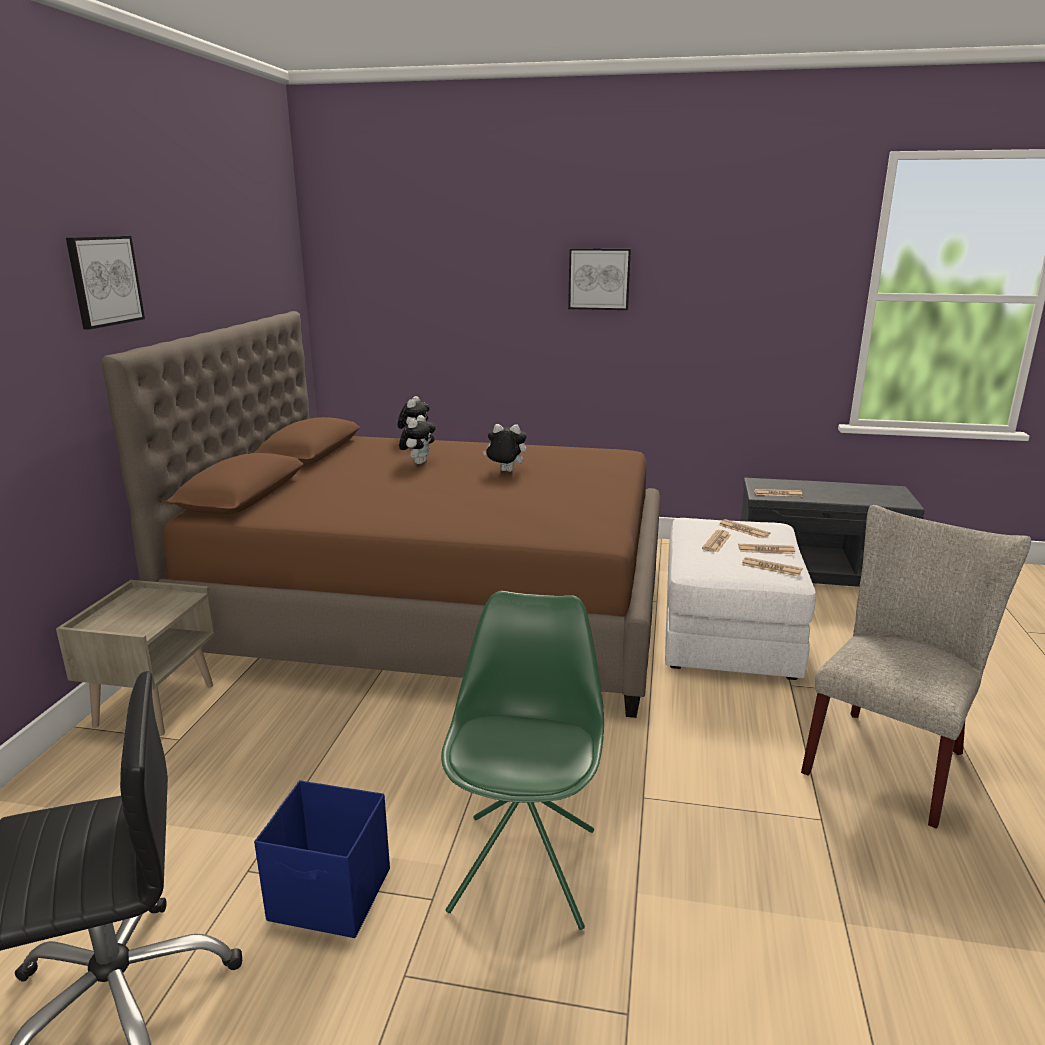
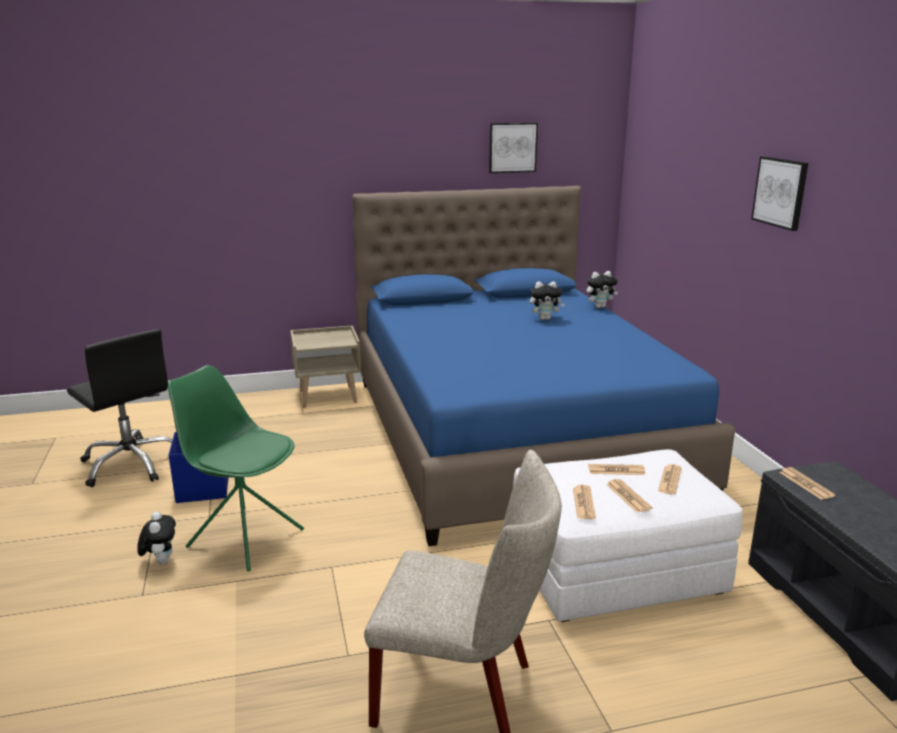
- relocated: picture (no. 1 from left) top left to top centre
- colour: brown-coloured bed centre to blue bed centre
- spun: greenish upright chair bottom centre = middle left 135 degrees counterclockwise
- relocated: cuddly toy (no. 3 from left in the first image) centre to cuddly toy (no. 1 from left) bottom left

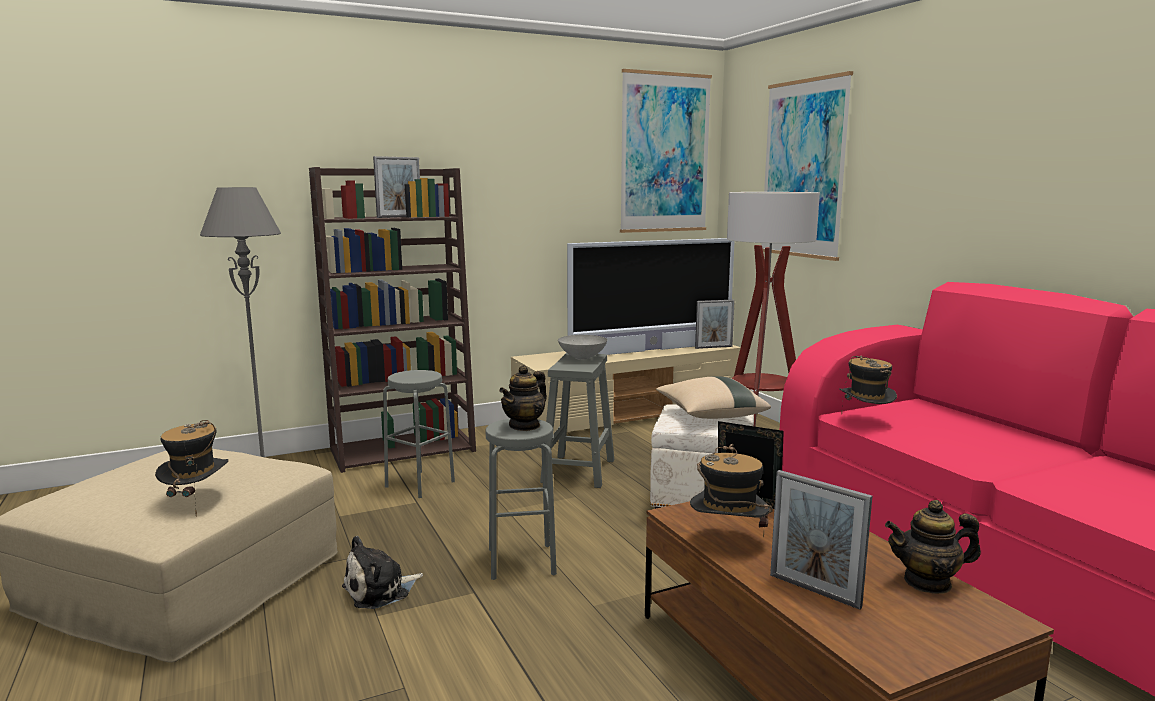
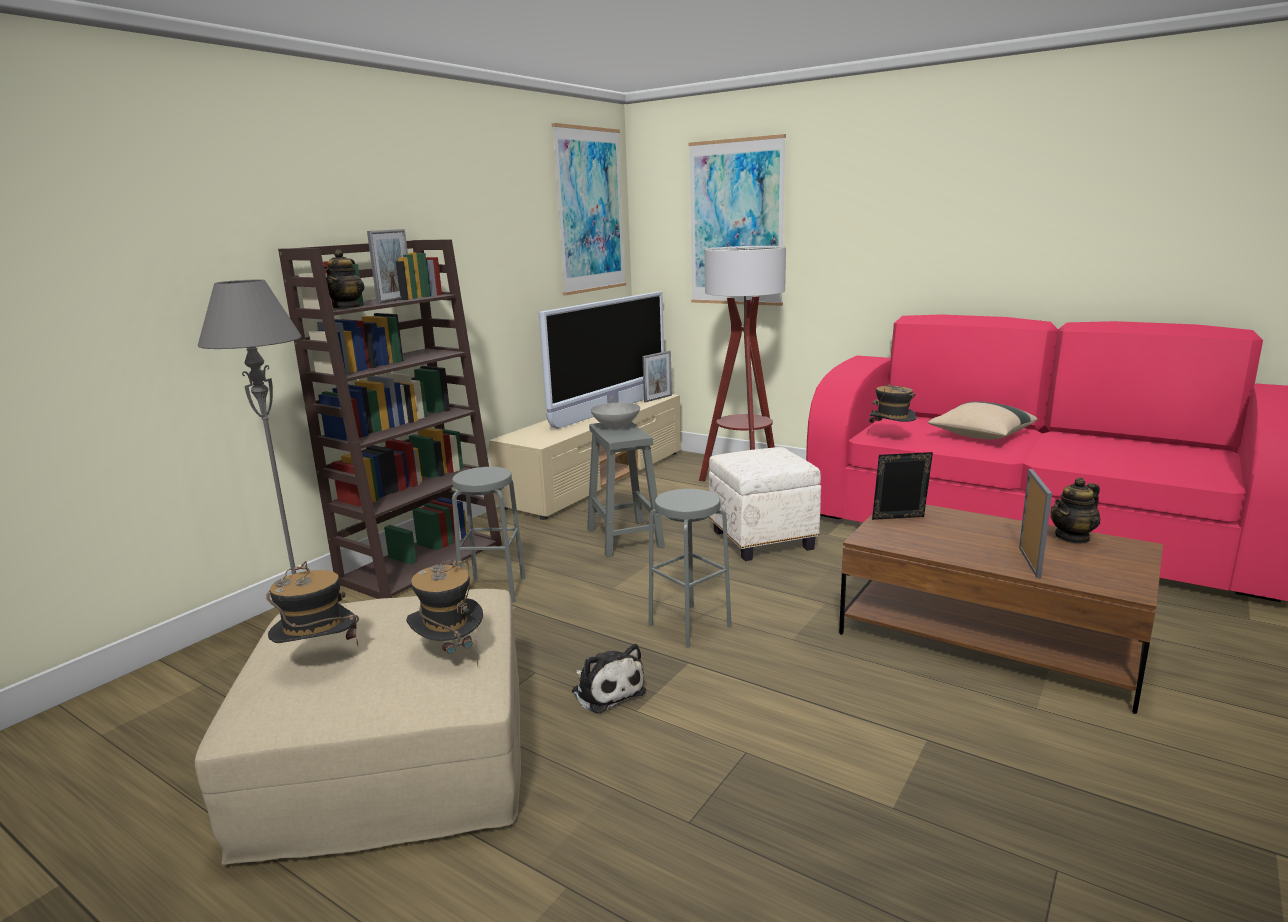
- spun: cuddly toy bottom left = bottom centre 60 degrees counterclockwise
- relocated: teapot (no. 1 from left) centre to top left
- relocated: beige-coloured throw pillow centre to middle right
- relocated: clothing hat (no. 2 from left in the first image) bottom centre to clothing hat (no. 1 from left) middle left
- spun: picture frame (no. 4 from left) bottom right = middle right 90 degrees counterclockwise

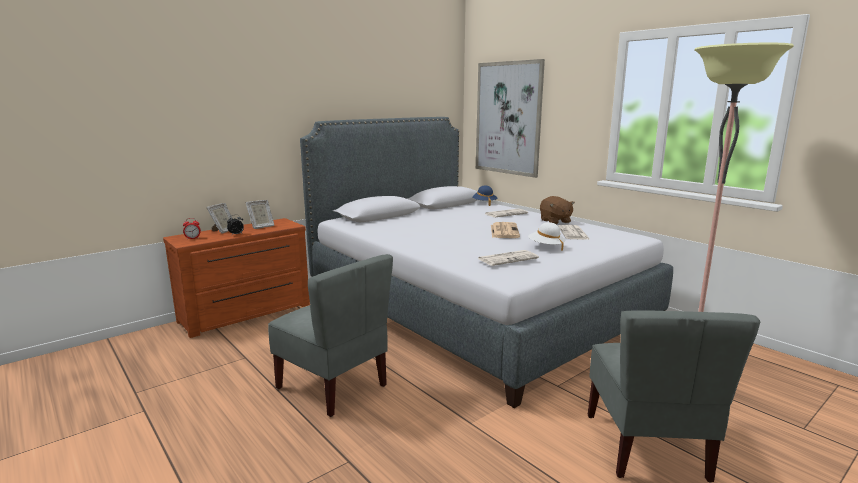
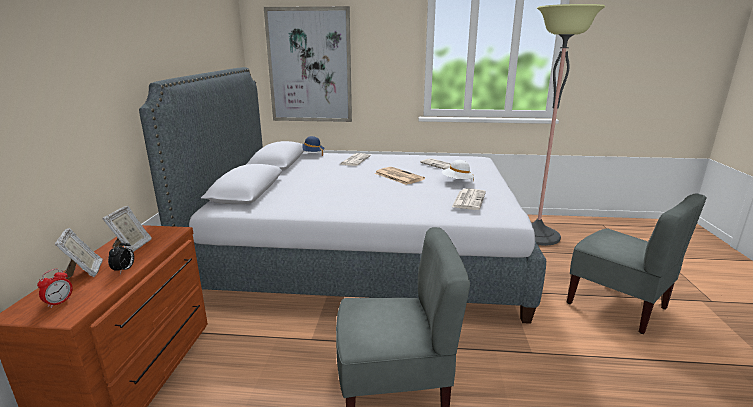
- missing: brown-coloured cuddly toy centre

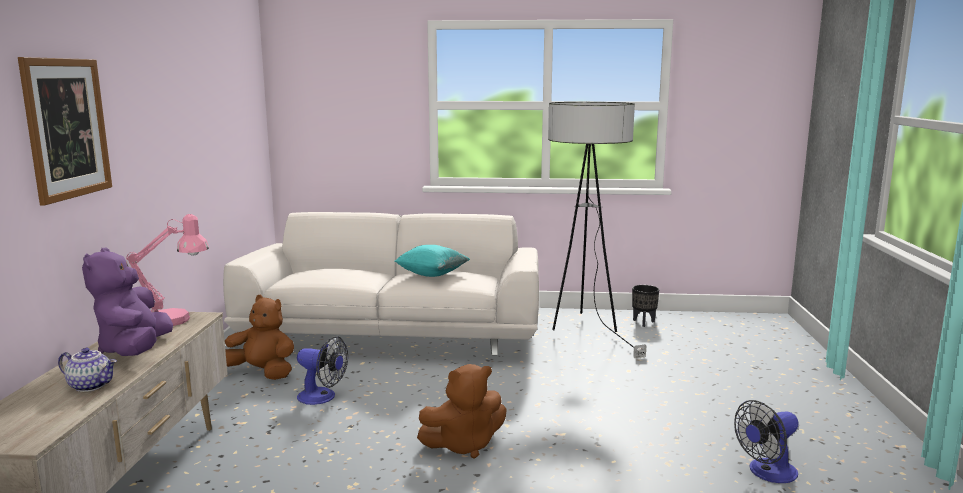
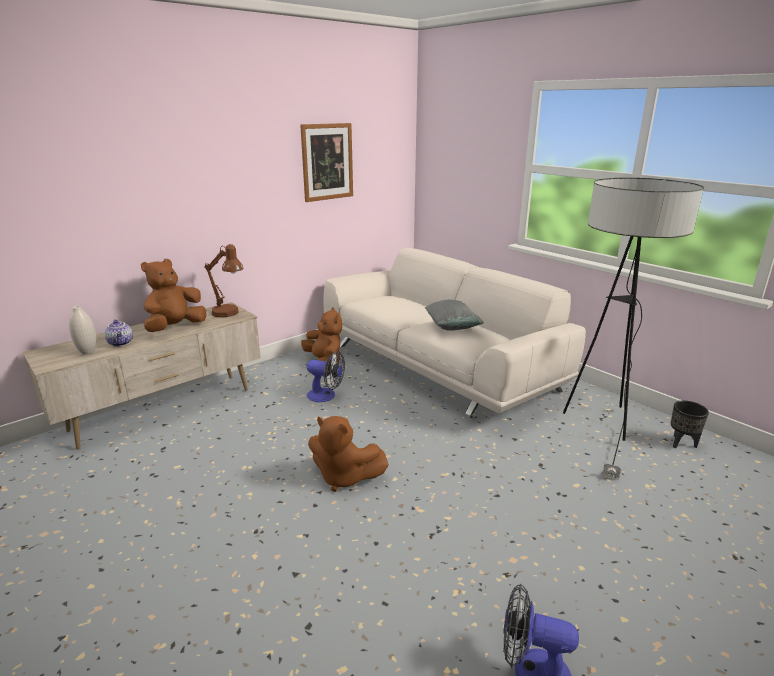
- relocated: picture top left to top centre
- colour: purple cuddly toy middle left to brown-coloured cuddly toy (no. 1 from left) middle left
- colour: pink lamp for a table middle left to brown-coloured lamp for a table middle left
- spun: electric fan (no. 1 from left) bottom centre = centre 45 degrees counterclockwise
- colour: turquoise throw pillow centre to gray throw pillow centre
- appeared: whitish decorative vase middle left

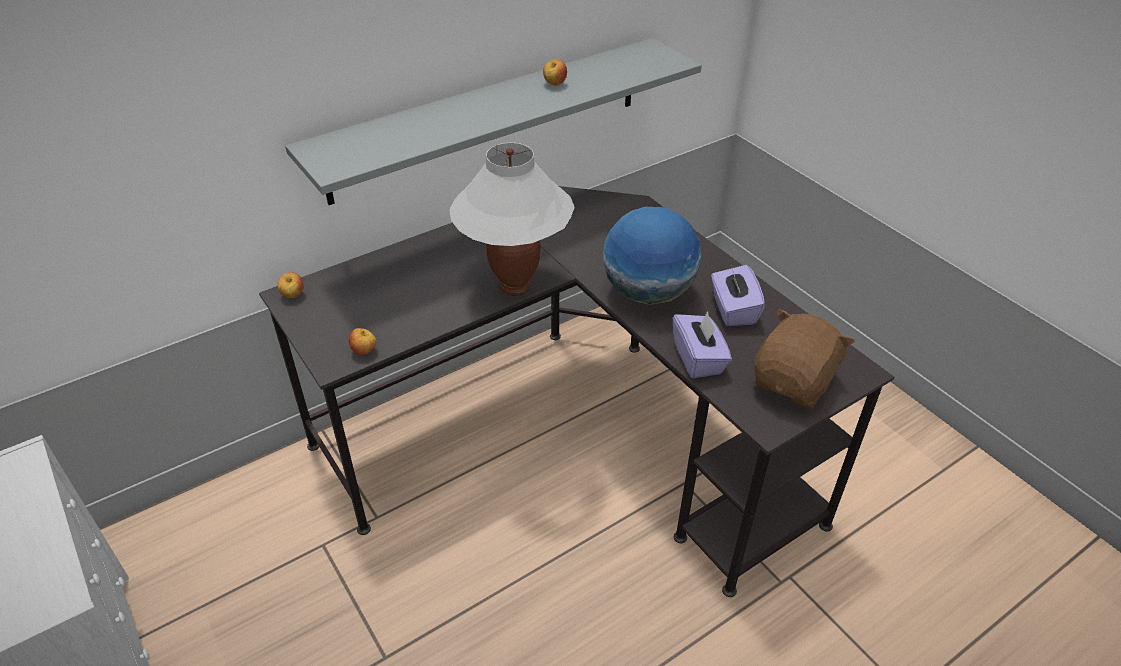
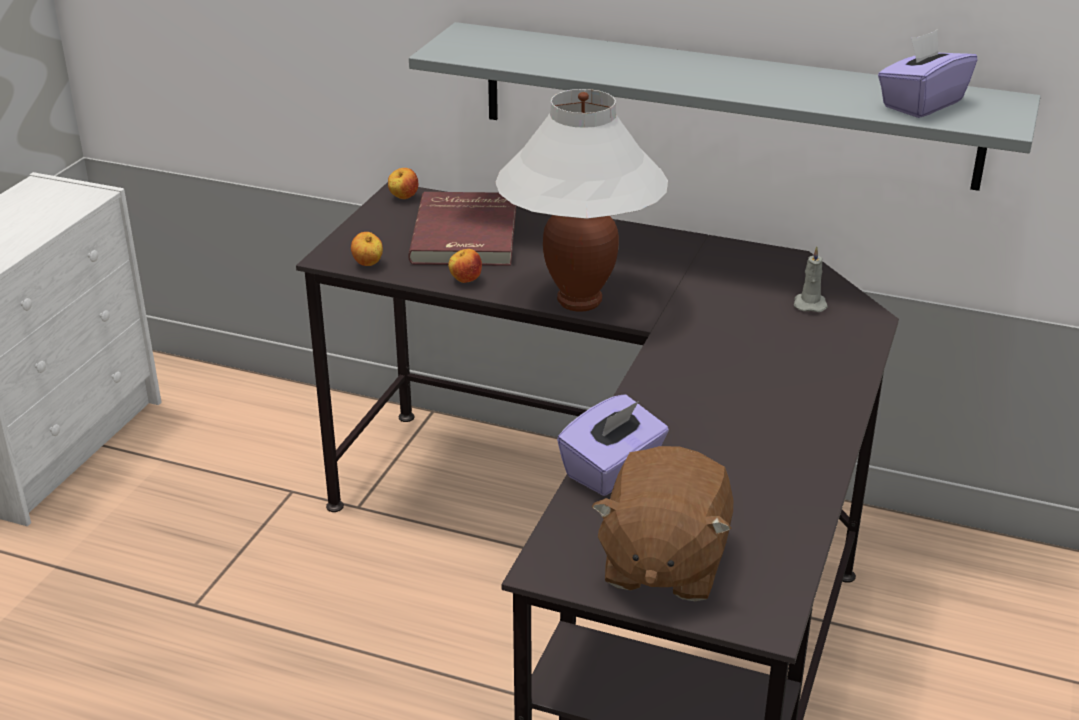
- relocated: apple (no. 3 from left) top centre to centre
- missing: world globe centre
- relocated: purple box of tissues (no. 2 from left) centre to top right
- spun: brown-coloured cuddly toy middle right = bottom centre 105 degrees clockwise
- appeared: reddish book top centre
- appeared: gray candle middle right

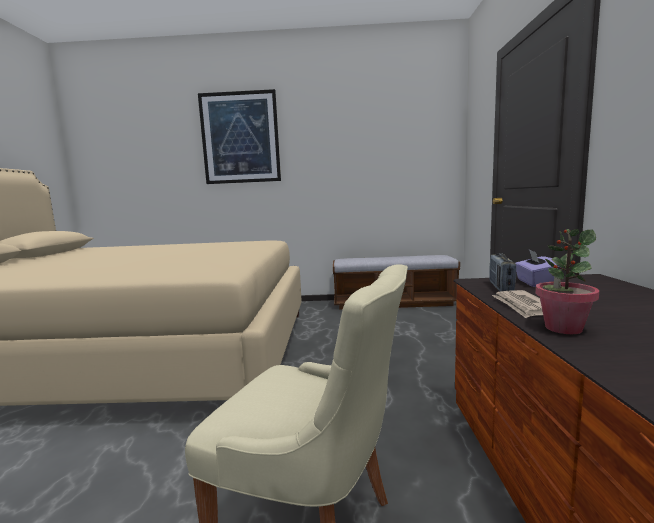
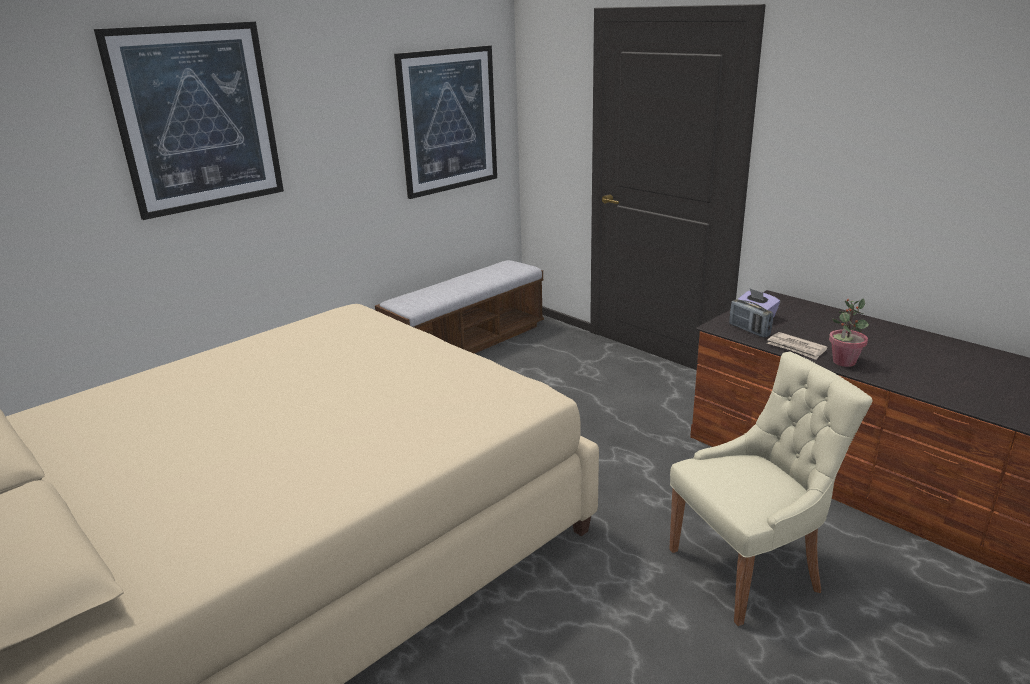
- appeared: picture (no. 2 from left) top centre

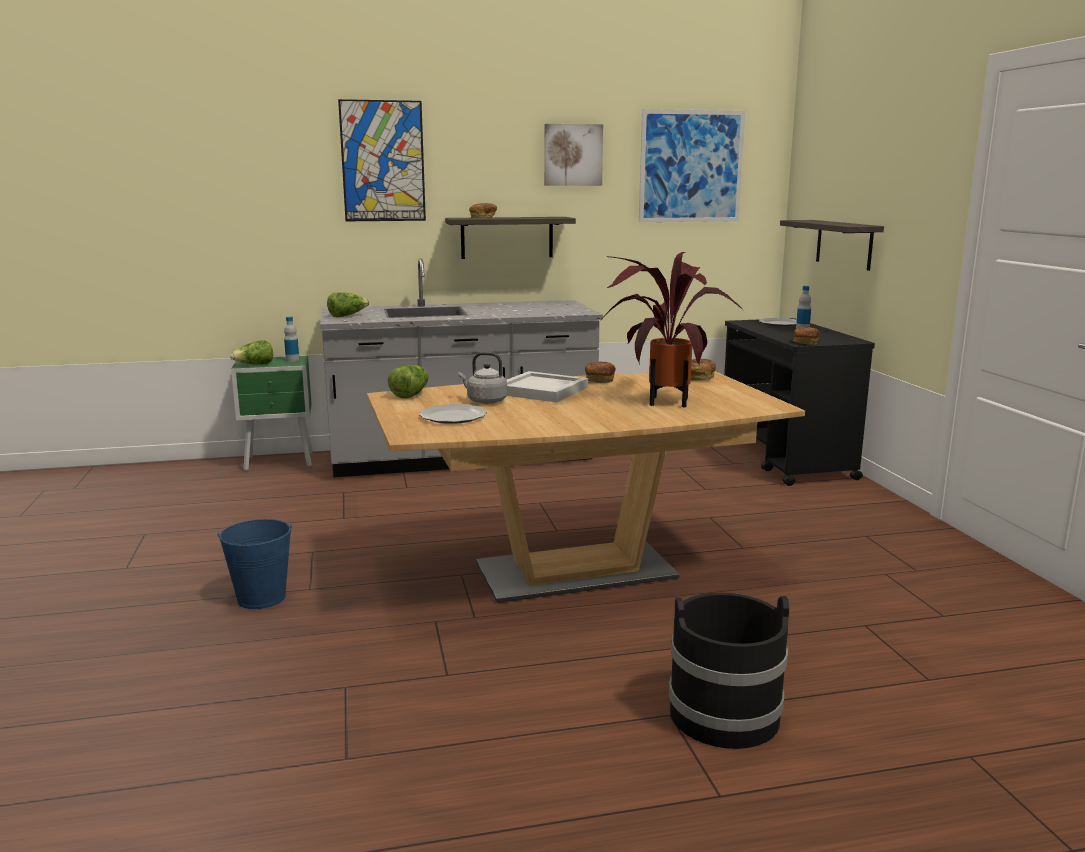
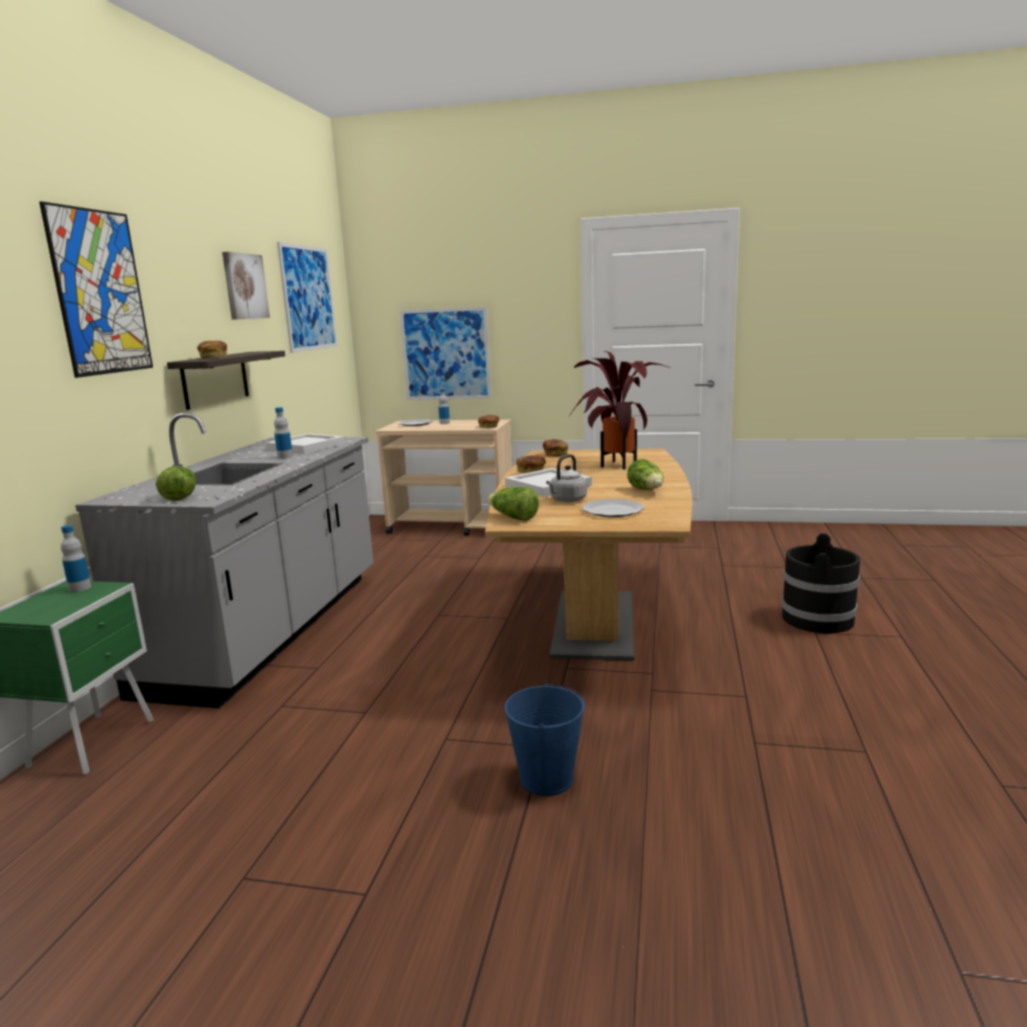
- relocated: lettuce head (no. 1 from left in the first image) middle left to lettuce head (no. 3 from left) centre
- colour: black cart middle right to beige-coloured cart centre
- exchanged: bracket shelf (no. 2 from left) top right to picture (no. 4 from left) centre
- appeared: whitish serving tray (no. 1 from left) middle left
- appeared: drink bottle (no. 2 from left) middle left

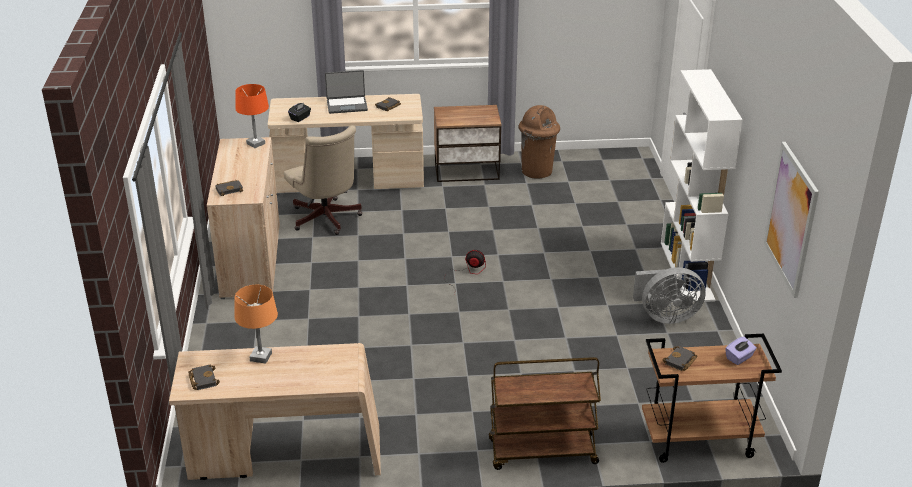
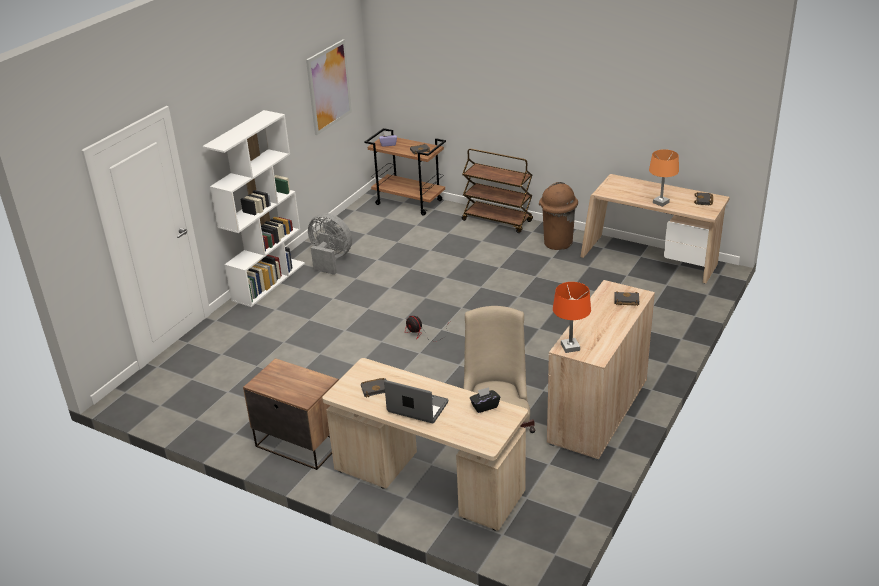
- relocated: brown-coloured rubbish bin top centre to centre

